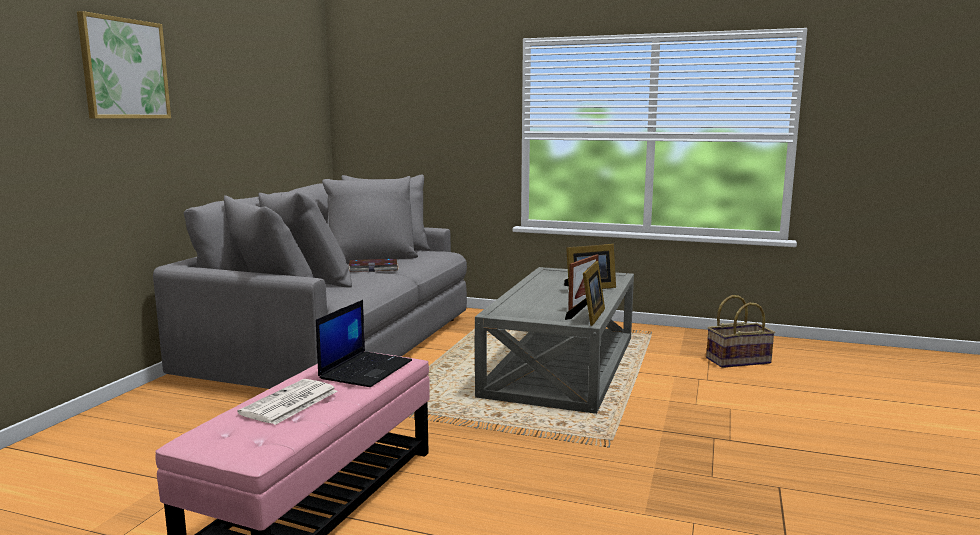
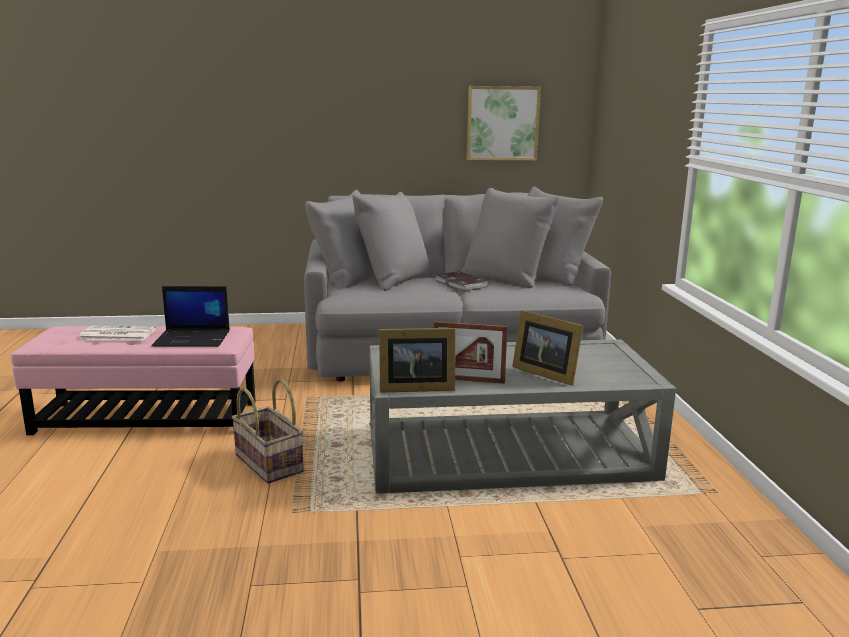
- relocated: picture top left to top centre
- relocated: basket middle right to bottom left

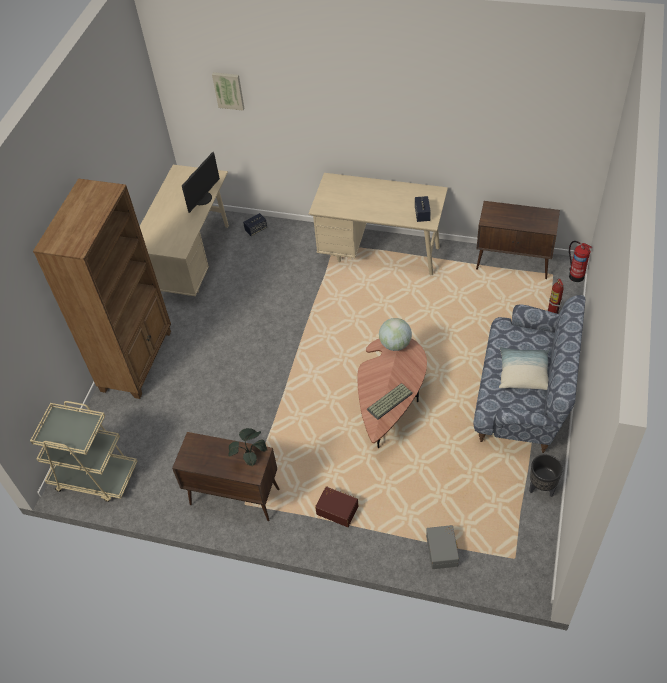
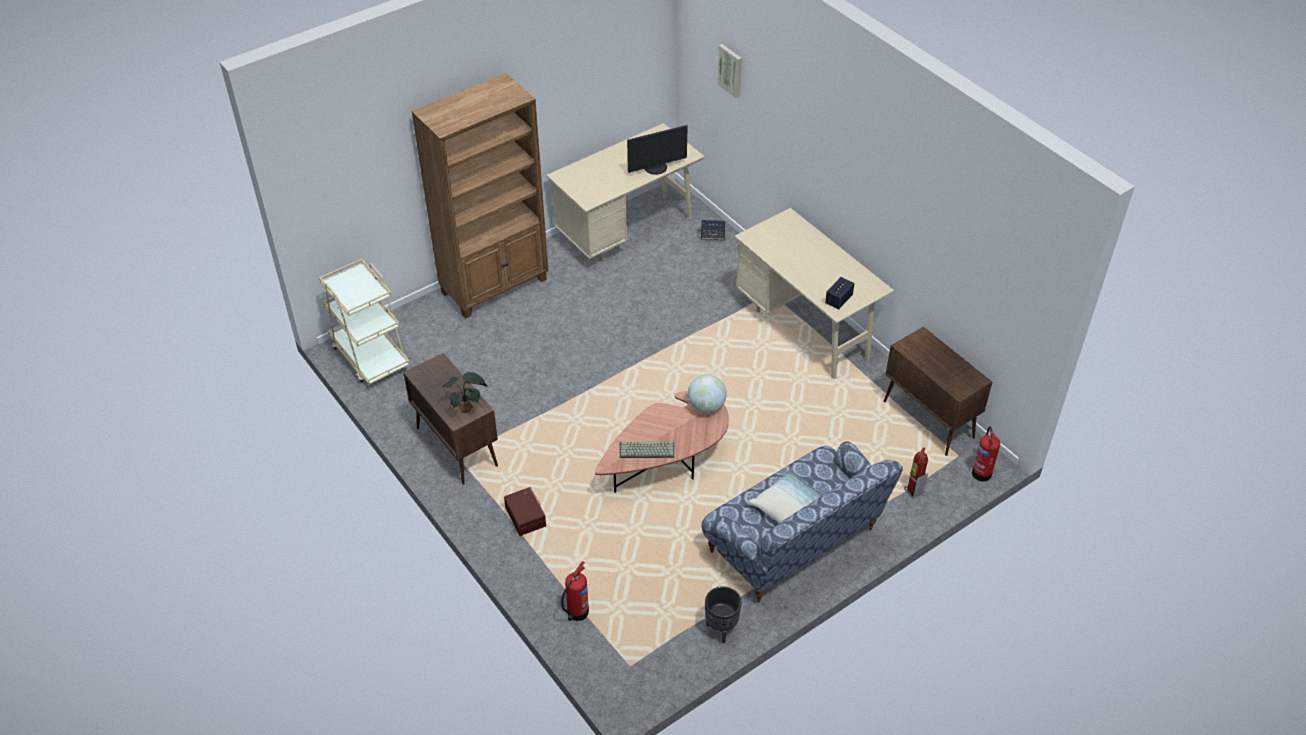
- exchanged: gray storage container bottom centre to extinguisher (no. 1 from left) bottom centre

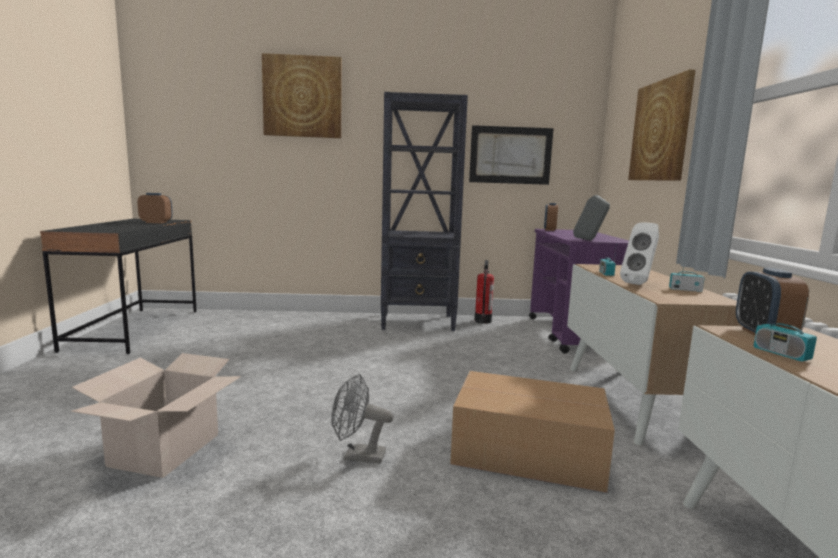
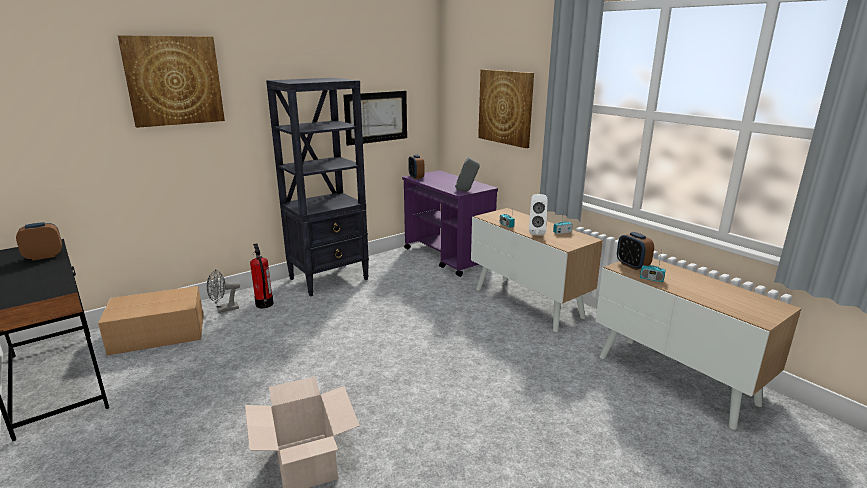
- relocated: gray electric fan bottom centre to middle left
- relocated: packing box (no. 2 from left in the first image) bottom centre to packing box (no. 1 from left) middle left
- relocated: extinguisher centre to middle left

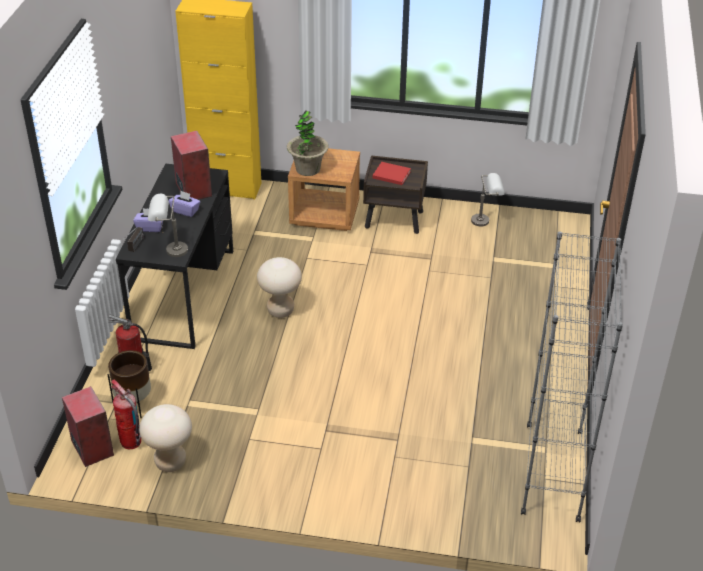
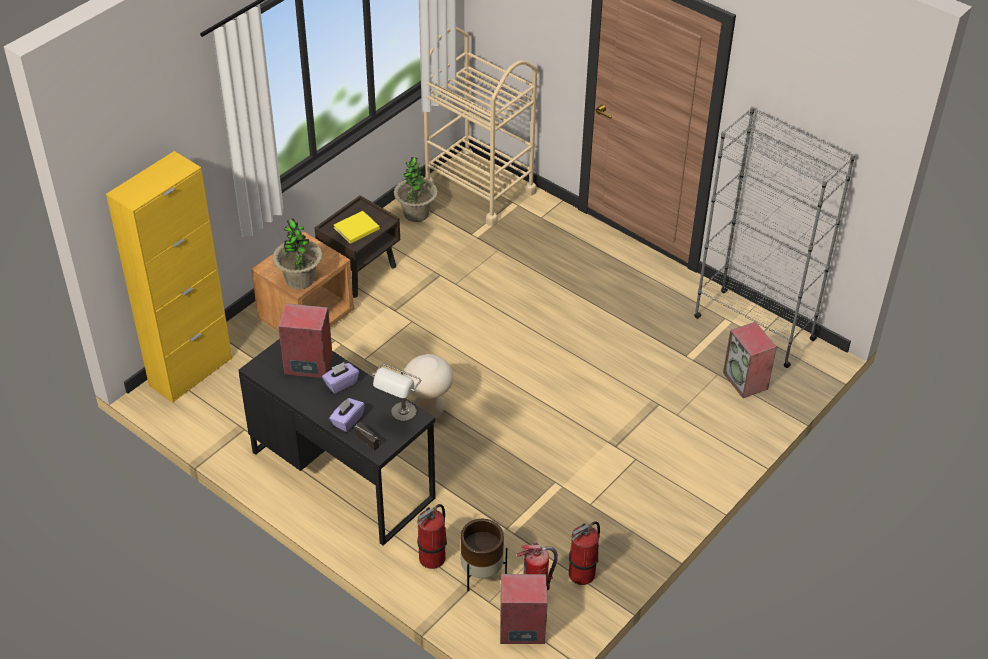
- exchanged: beige-coloured stool seat (no. 1 from left) bottom left to extinguisher (no. 3 from left) bottom centre
- colour: reddish book top centre to yellow book centre
- exchanged: gray lamp for a table (no. 2 from left) middle right to plant in a pot (no. 2 from left) top centre
- appeared: beige-coloured cart top centre
- appeared: speaker (no. 3 from left) middle right

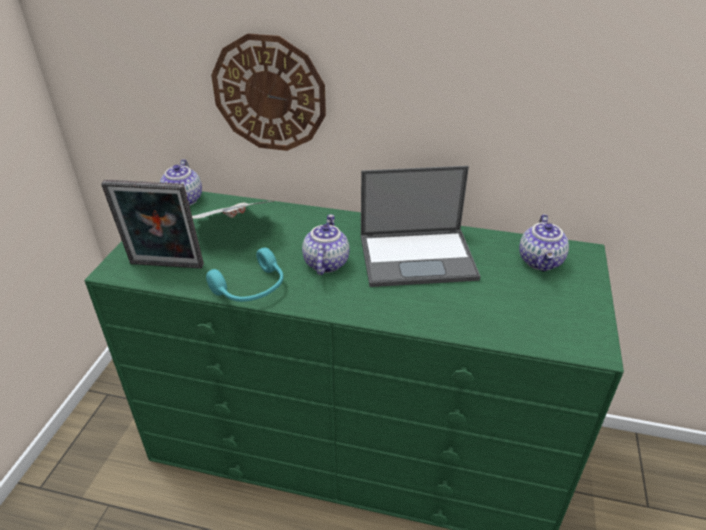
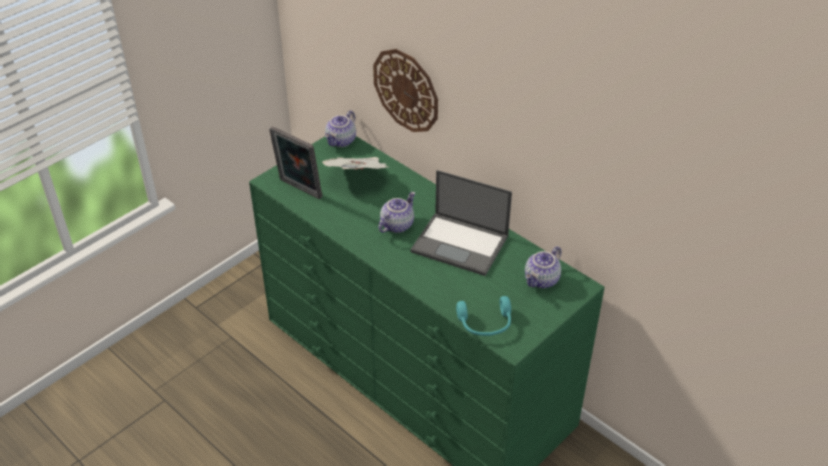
- relocated: turquoise pair of headphones centre to bottom centre

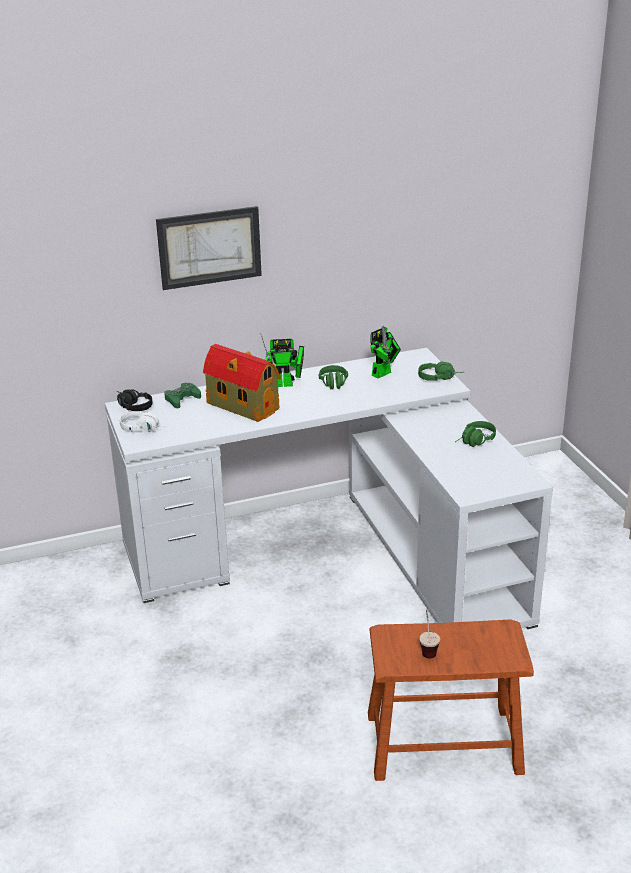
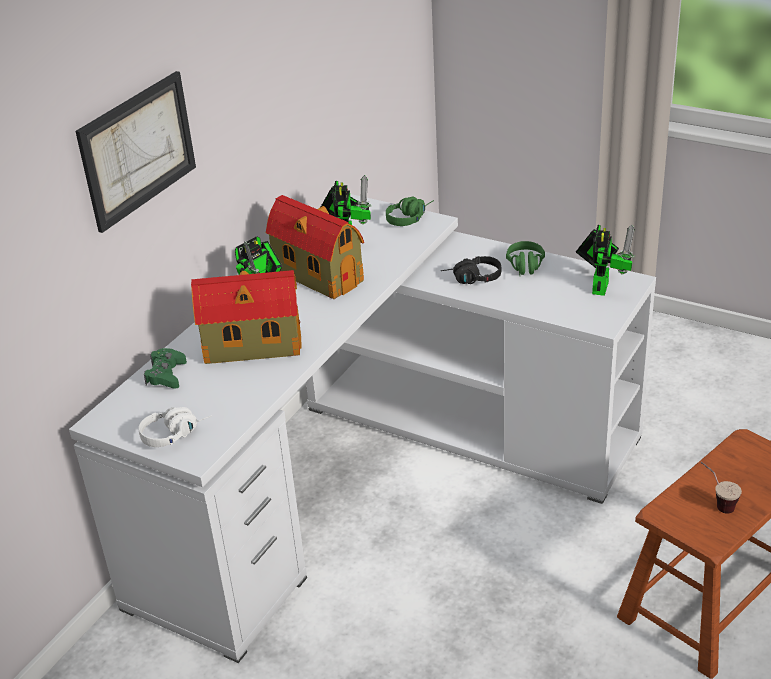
- relocated: black pair of headphones middle left to centre
- exchanged: greenish pair of headphones (no. 1 from left) centre to miniature house (no. 2 from left) centre
- appeared: model robot (no. 3 from left) middle right

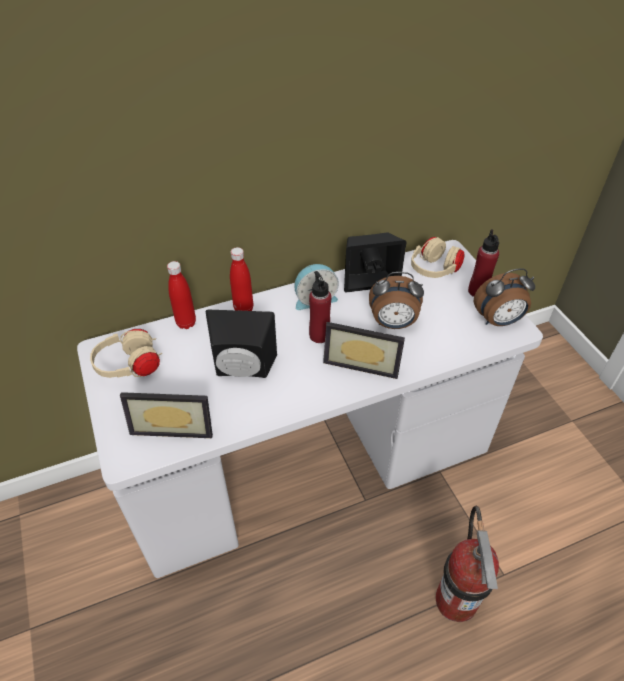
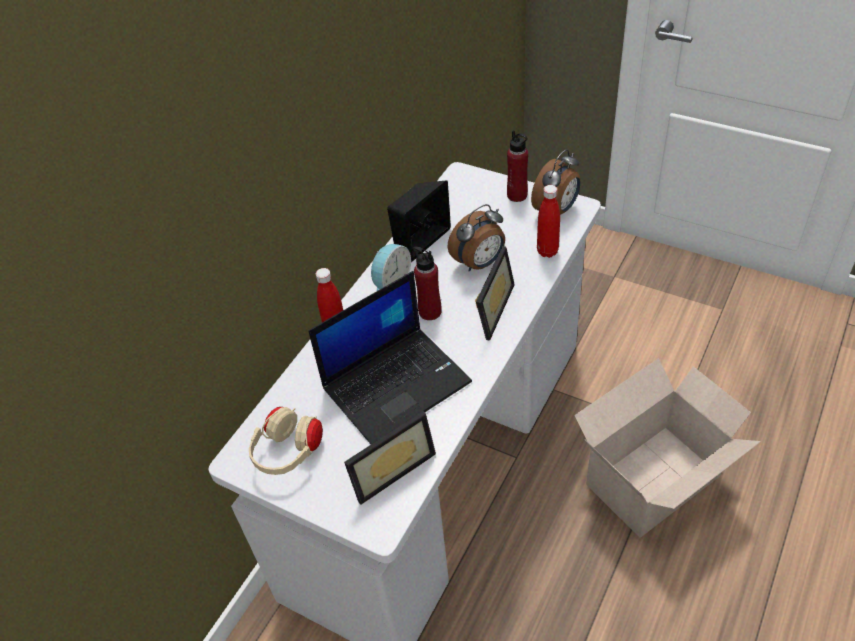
- relocated: reddish drink bottle (no. 1 from left in the first image) middle left to reddish drink bottle (no. 4 from left) centre
- exchanged: black speaker (no. 1 from left) centre to notebook computer centre
- spun: picture frame (no. 2 from left) centre = centre 45 degrees counterclockwise
- missing: beige-coloured pair of headphones (no. 2 from left) middle right
- exchanged: extinguisher bottom right to packing box bottom right

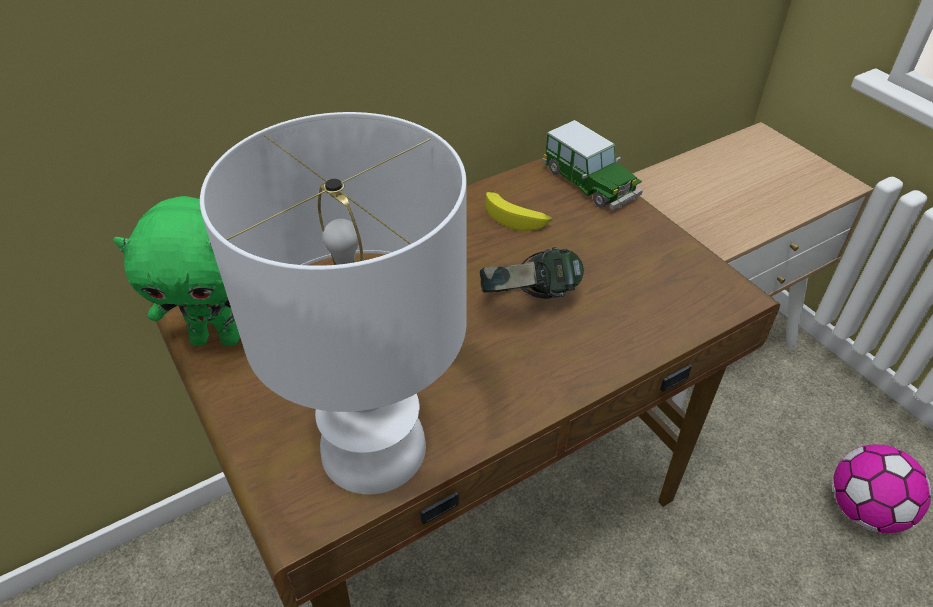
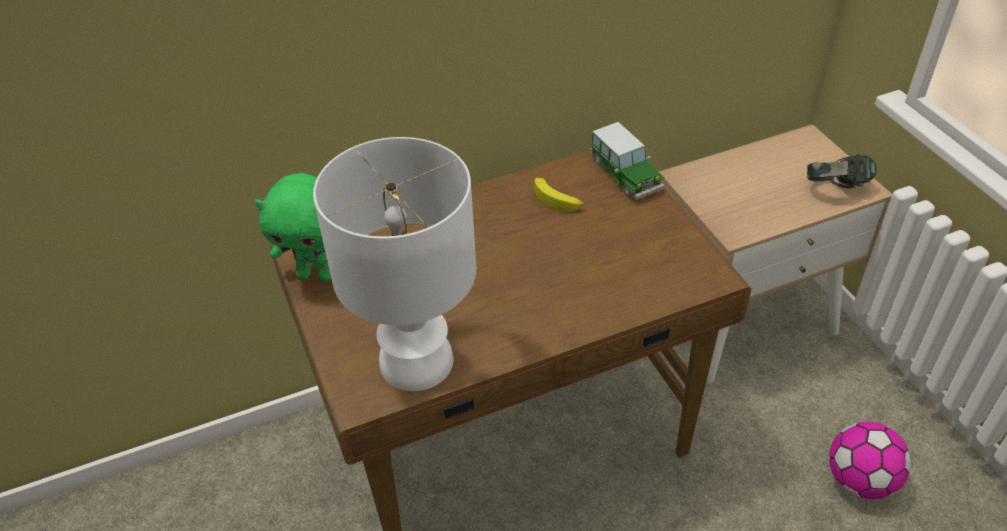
- relocated: pair of headphones centre to top right

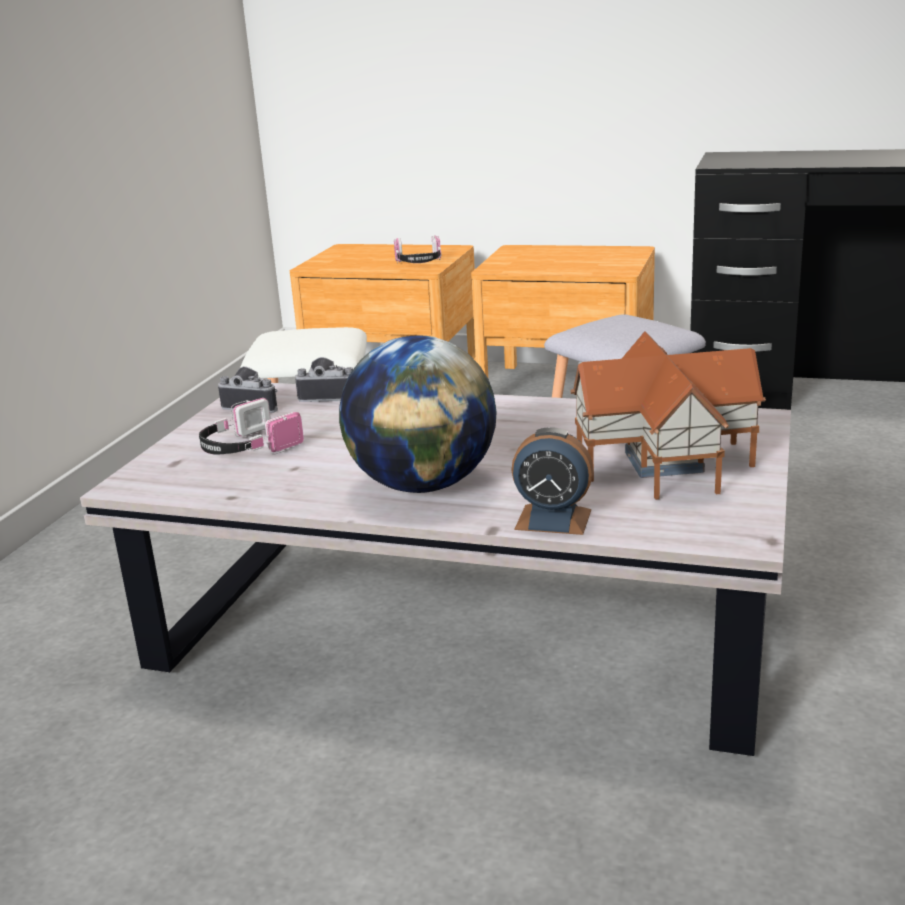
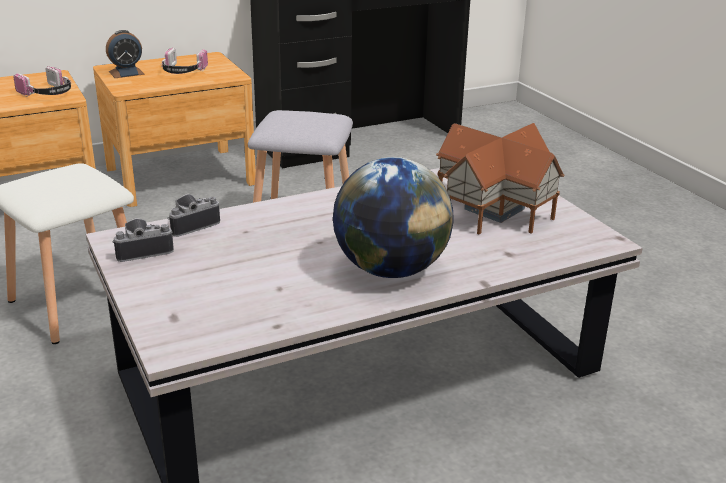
- relocated: pair of headphones (no. 1 from left in the first image) middle left to pair of headphones (no. 2 from left) top left
- relocated: table clock centre to top left

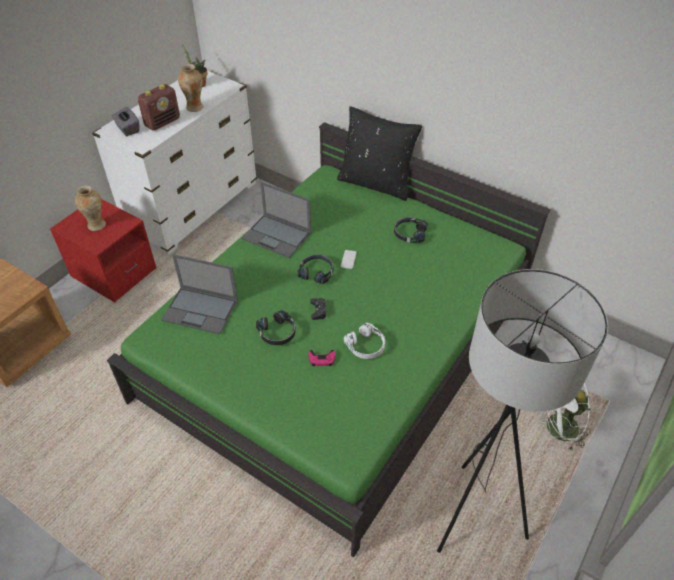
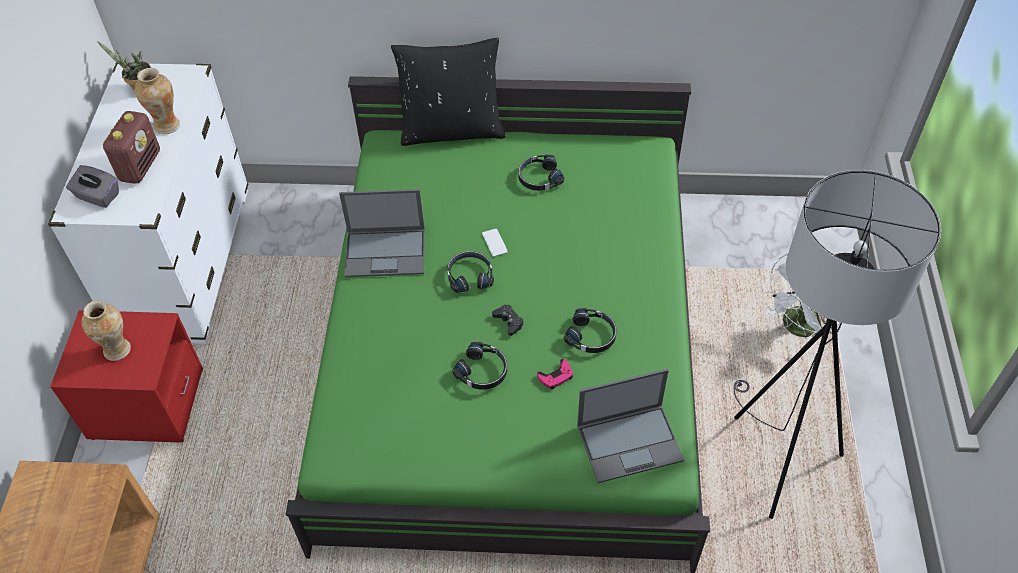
- relocated: notebook computer (no. 1 from left in the first image) middle left to notebook computer (no. 2 from left) bottom centre
- colour: whitish pair of headphones centre to black pair of headphones (no. 4 from left) centre

